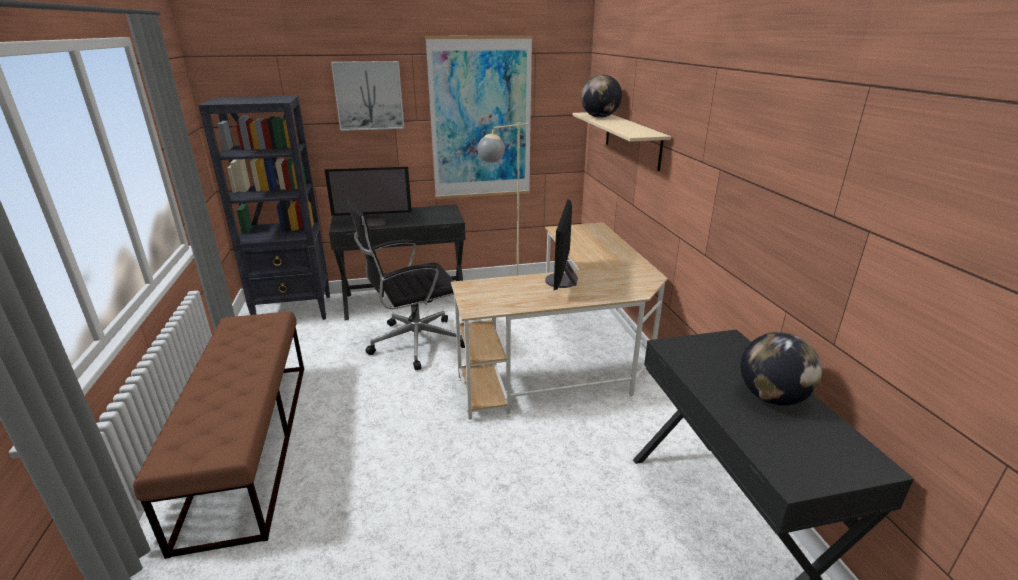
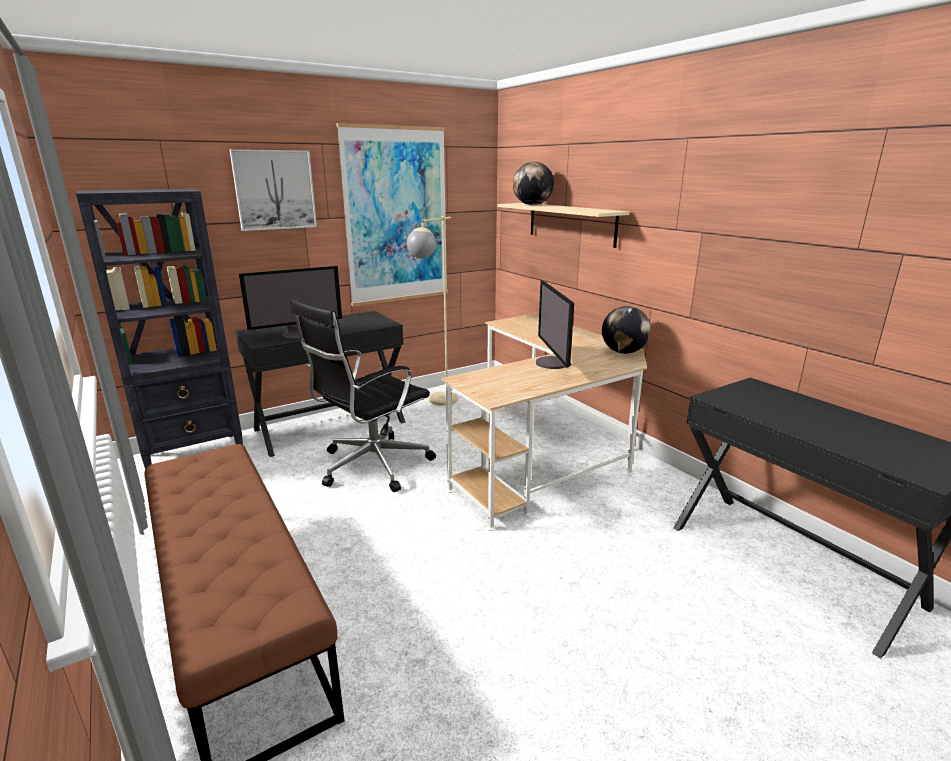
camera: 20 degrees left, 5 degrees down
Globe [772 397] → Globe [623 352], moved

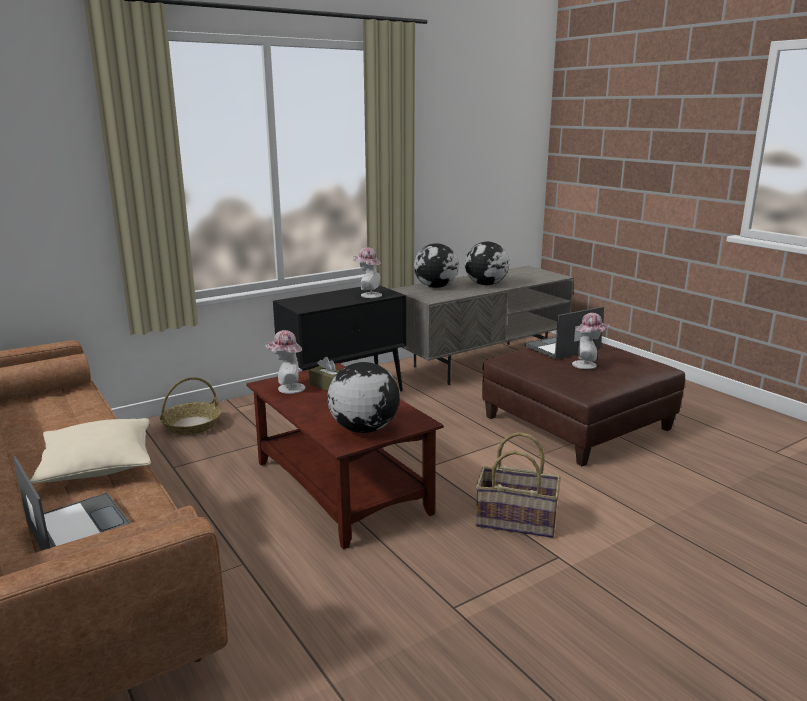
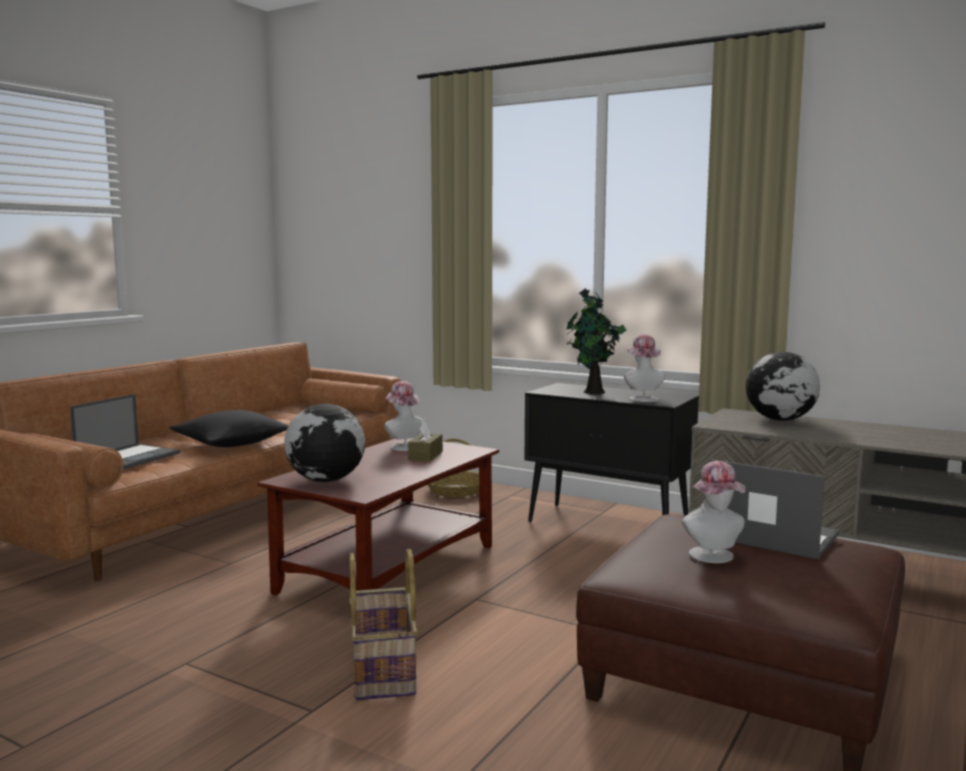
camera: 65 degrees right, 10 degrees down
BeigePillow [97 465] → BlackPillow [231 443]
- → PottedPlant [593 392]
Globe [486 285] → -

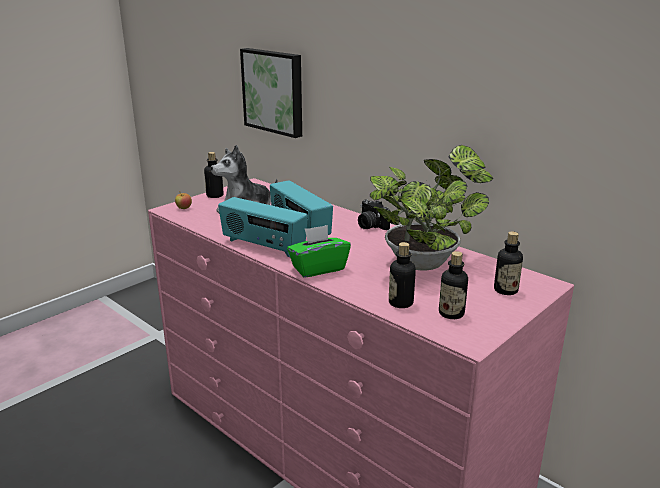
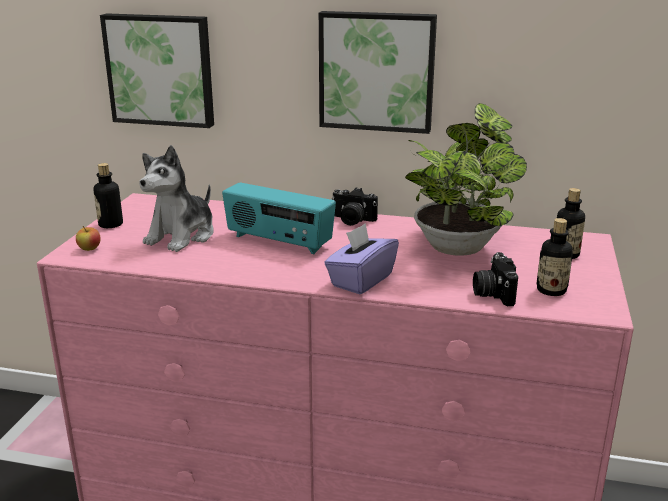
camera: 30 degrees left, 0 degrees up
- → Picture [377 71]
GreenTissueBox [318 268] → PurpleTissueBox [361 280]
Bottle [400 303] → PhotoCamera [492 293]
Radio [263 246] → -

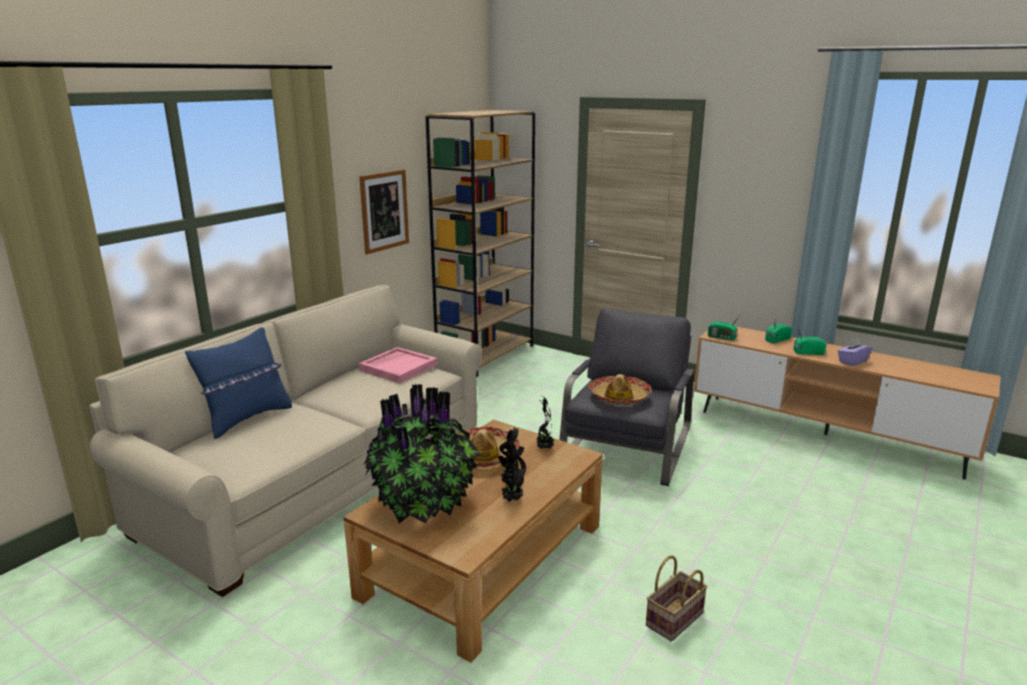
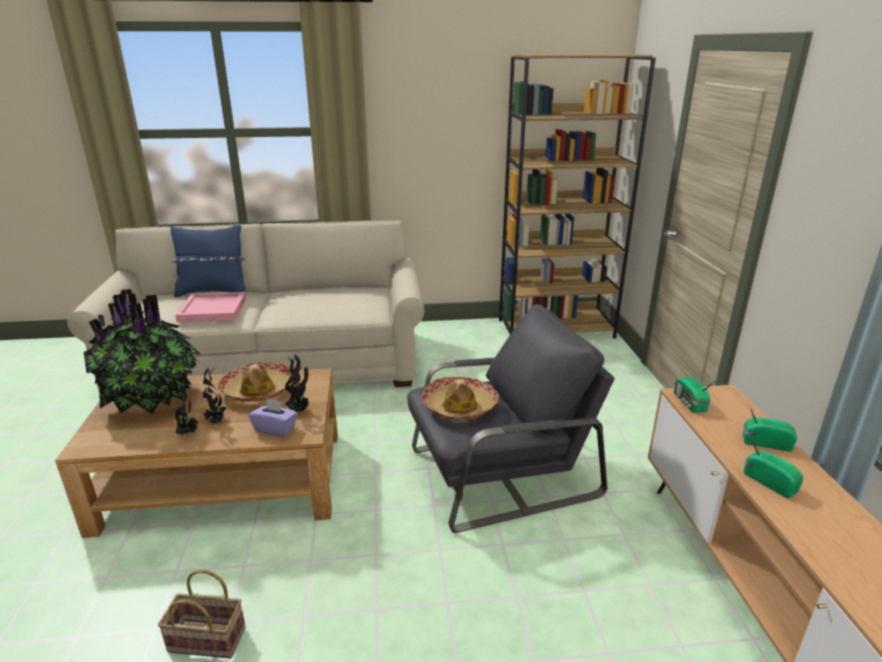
camera: 50 degrees right, 5 degrees up
PinkTray [398 367] → PinkTray [213 309], moved
PurpleTissueBox [852 361] → PurpleTissueBox [275 429], moved
Picture [384 211] → -

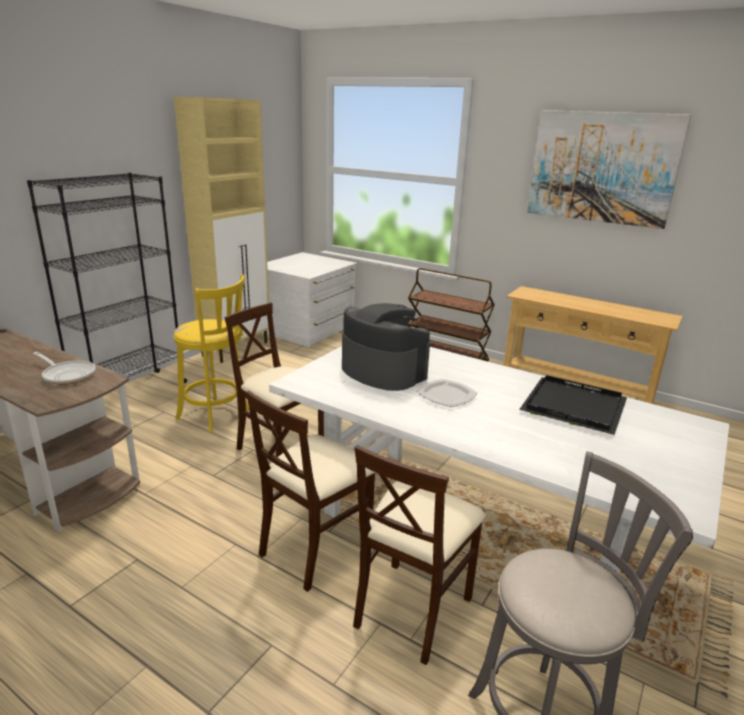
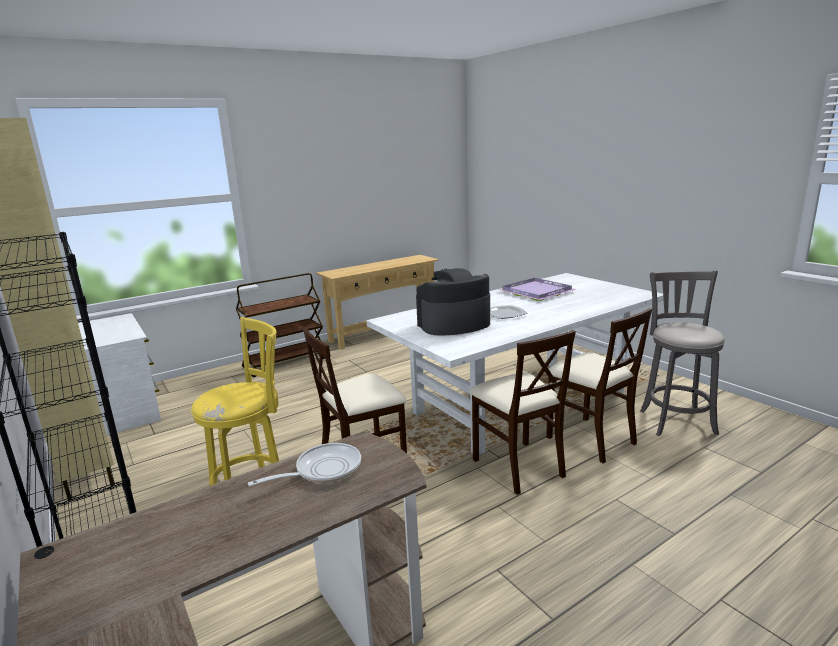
camera: 65 degrees left, 5 degrees down
BlackTray [575 406] → PurpleTray [536 291]
Picture [602 168] → -

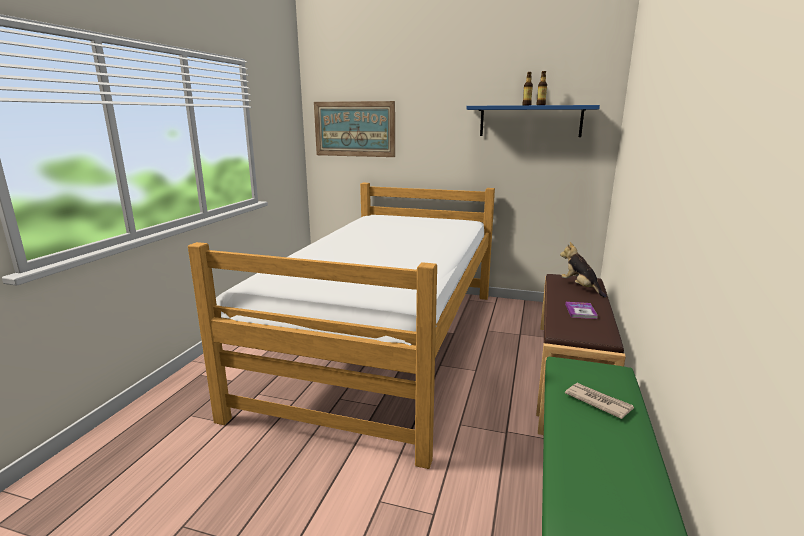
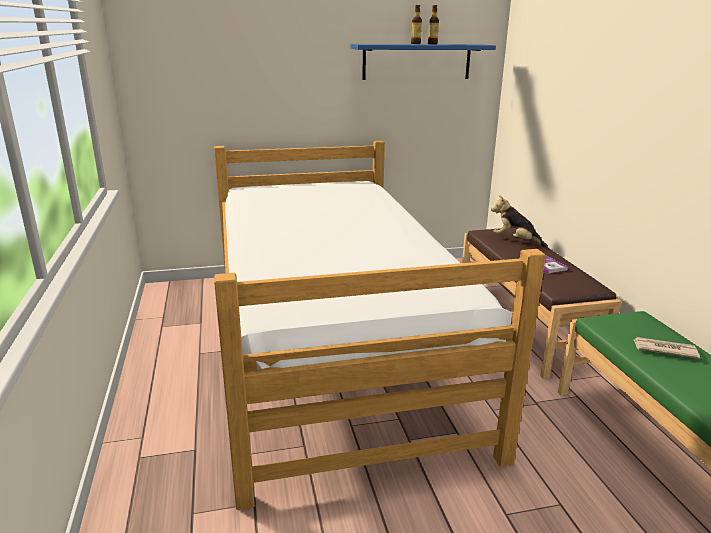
camera: 30 degrees left, 5 degrees up
Picture [354 129] → -

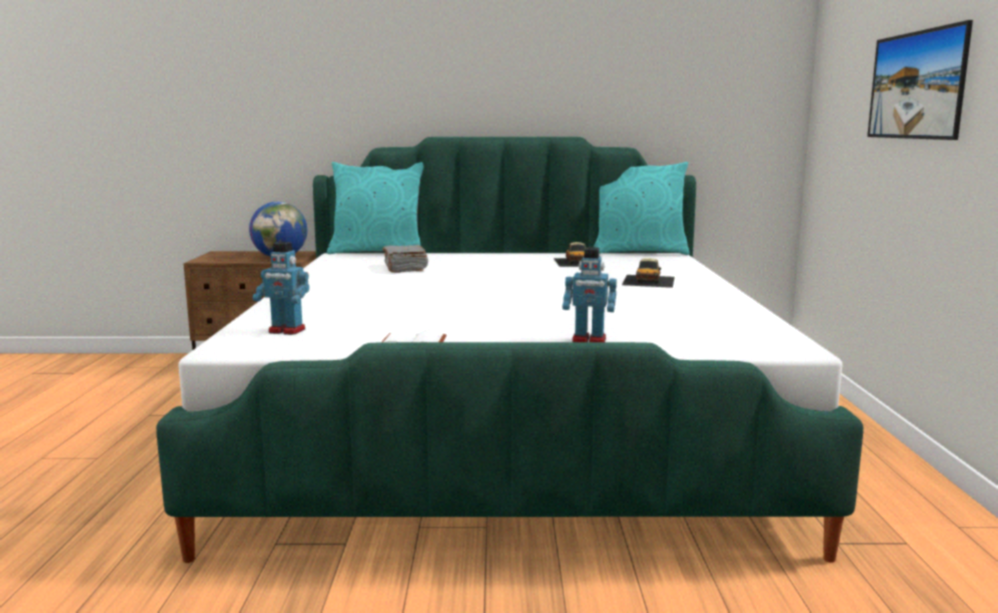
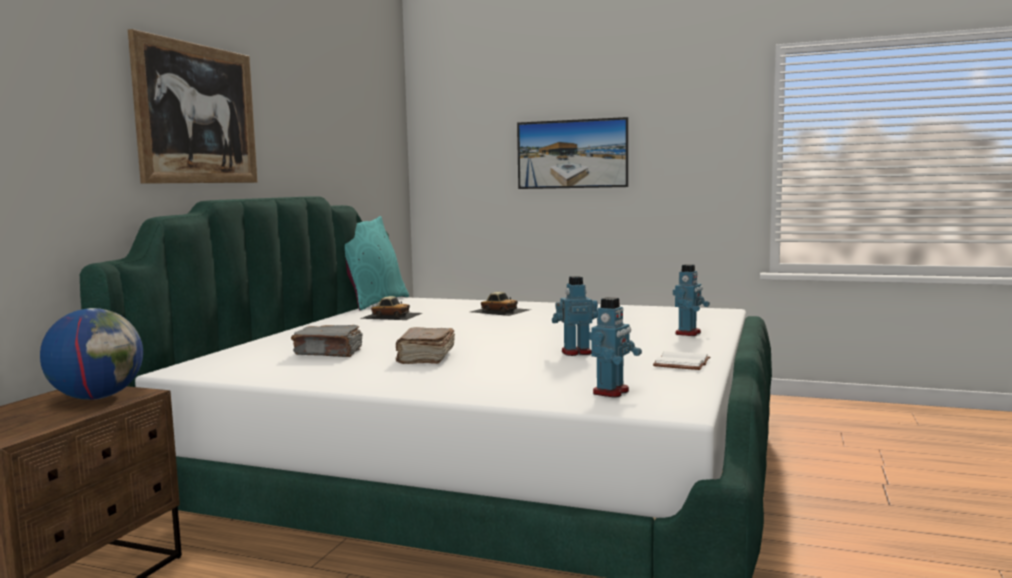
camera: 70 degrees left, 5 degrees down
- → Picture [197 114]
- → BrownBook [425 357]
- → ToyRobot [576 352]
TurquoisePillow [377 252] → -

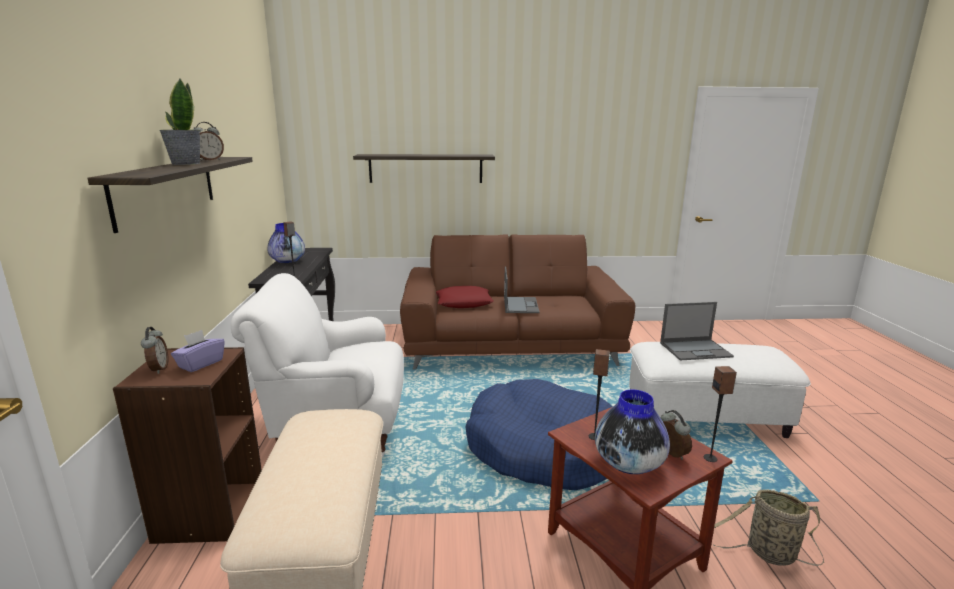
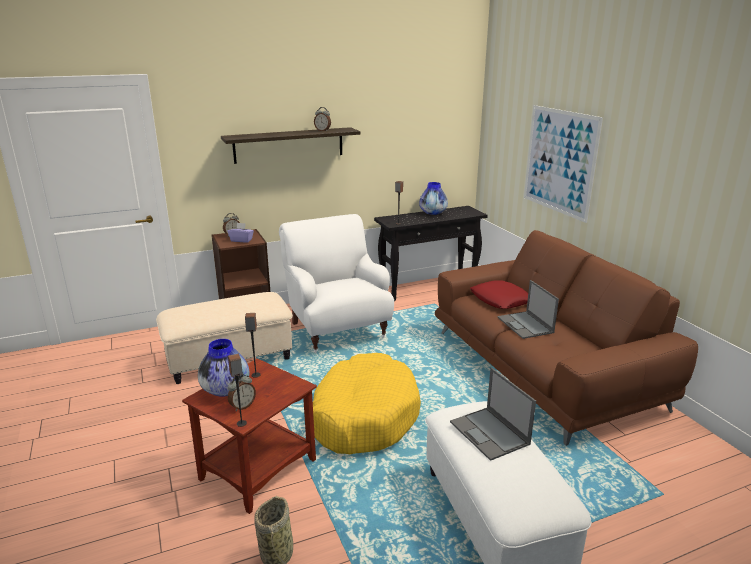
camera: 70 degrees right, 5 degrees up
BlueDogBed [541 449] → YellowDogBed [363 416]
Laptop [520 305] → Laptop [525 325], 90 degrees clockwise
Shelf [425 168] → Picture [559 161]
PottedPlant [185 163] → -

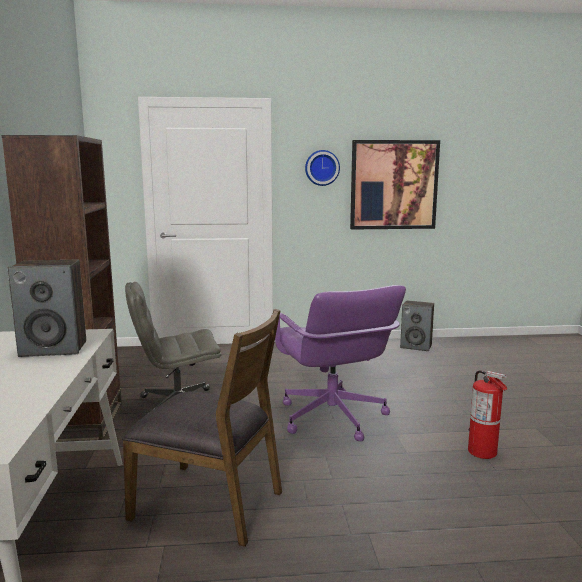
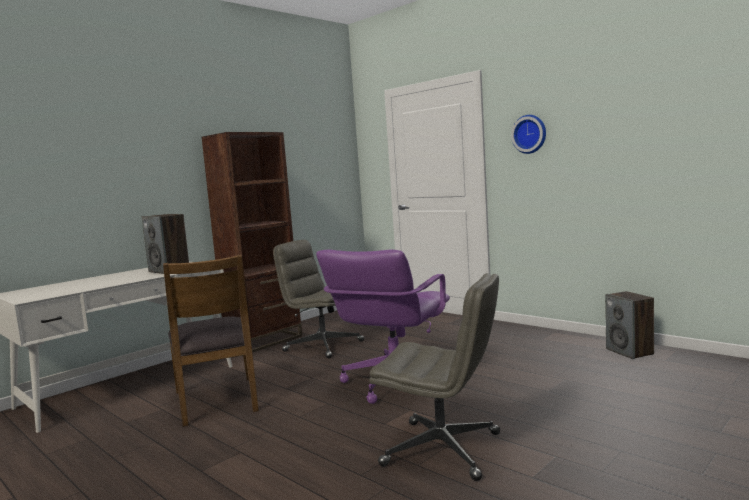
camera: 50 degrees right, 5 degrees down
FireExtinguisher [482 452] → GreyOfficeChair [443 449]
Picture [394 185] → -

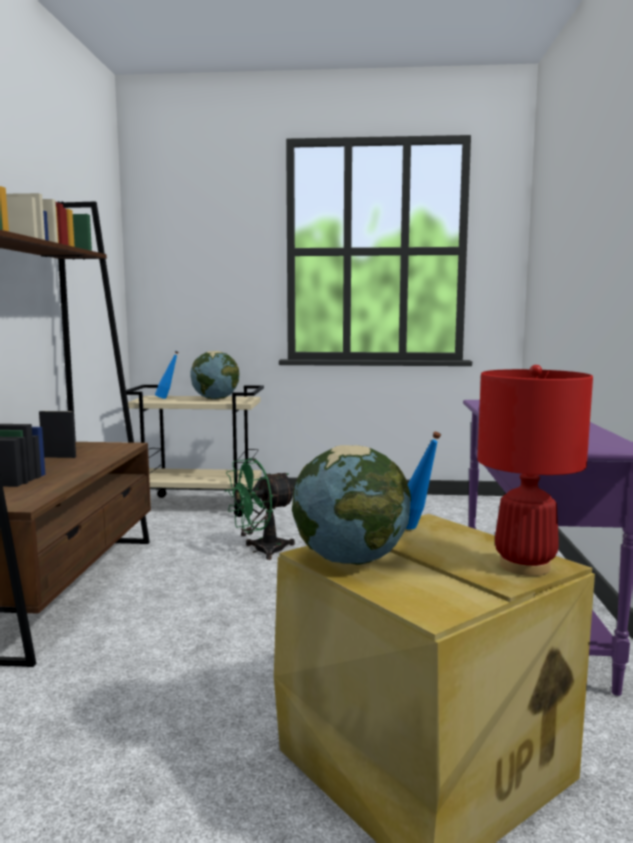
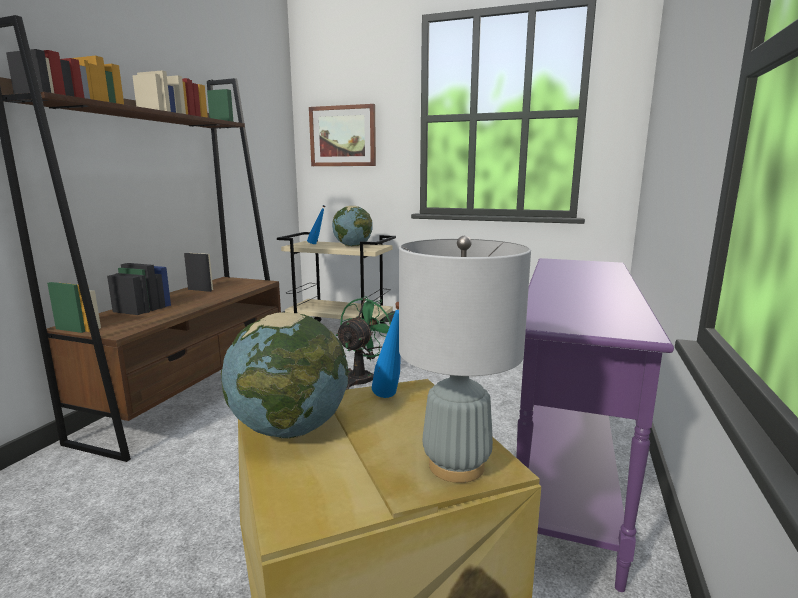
camera: 15 degrees right, 5 degrees up
- → Picture [343 136]
GreenFan [261 551] → GreenFan [363 377], 135 degrees clockwise
RedTableLamp [524 566] → GreyTableLamp [456 466]

